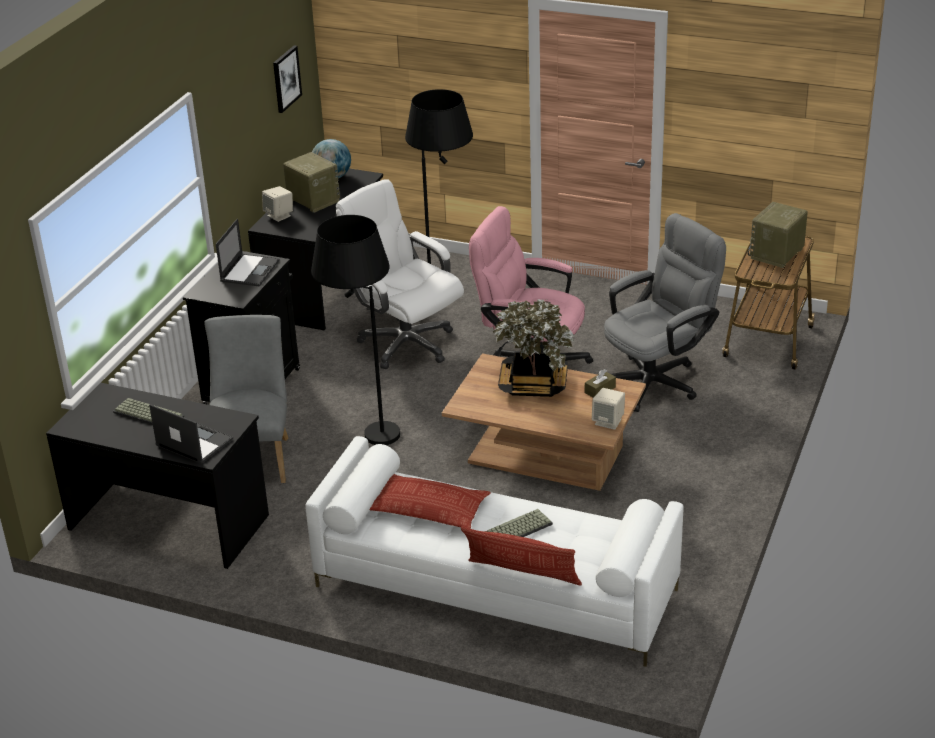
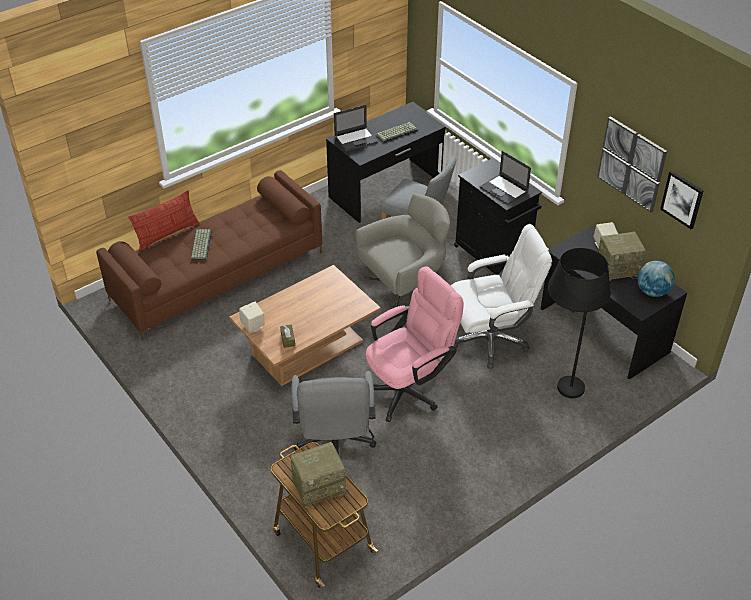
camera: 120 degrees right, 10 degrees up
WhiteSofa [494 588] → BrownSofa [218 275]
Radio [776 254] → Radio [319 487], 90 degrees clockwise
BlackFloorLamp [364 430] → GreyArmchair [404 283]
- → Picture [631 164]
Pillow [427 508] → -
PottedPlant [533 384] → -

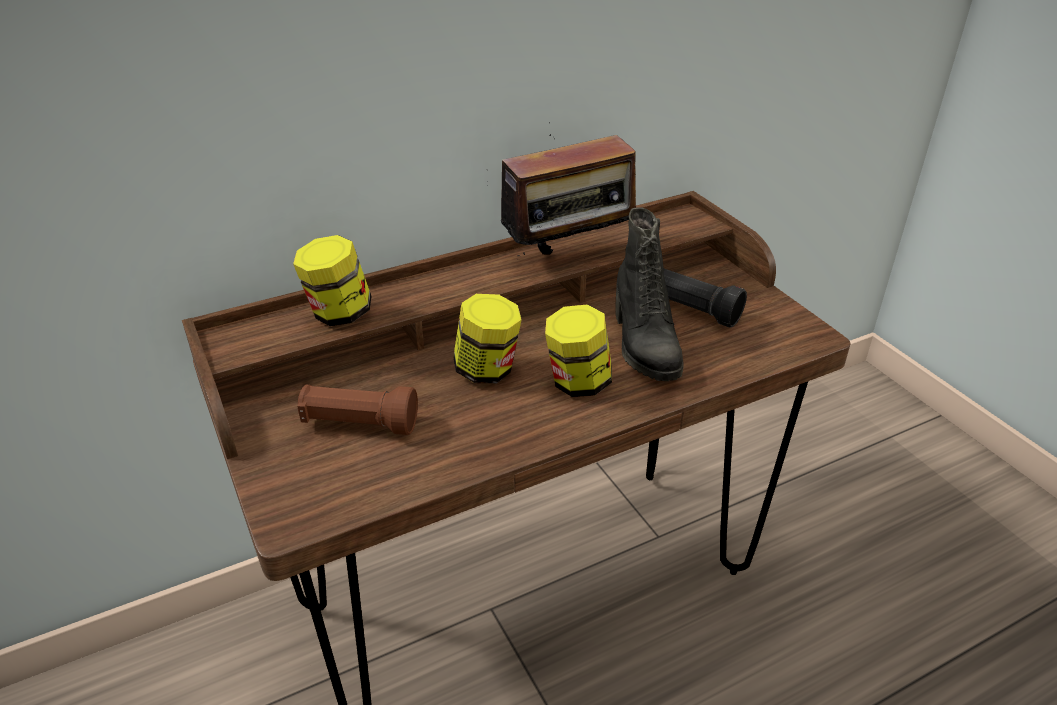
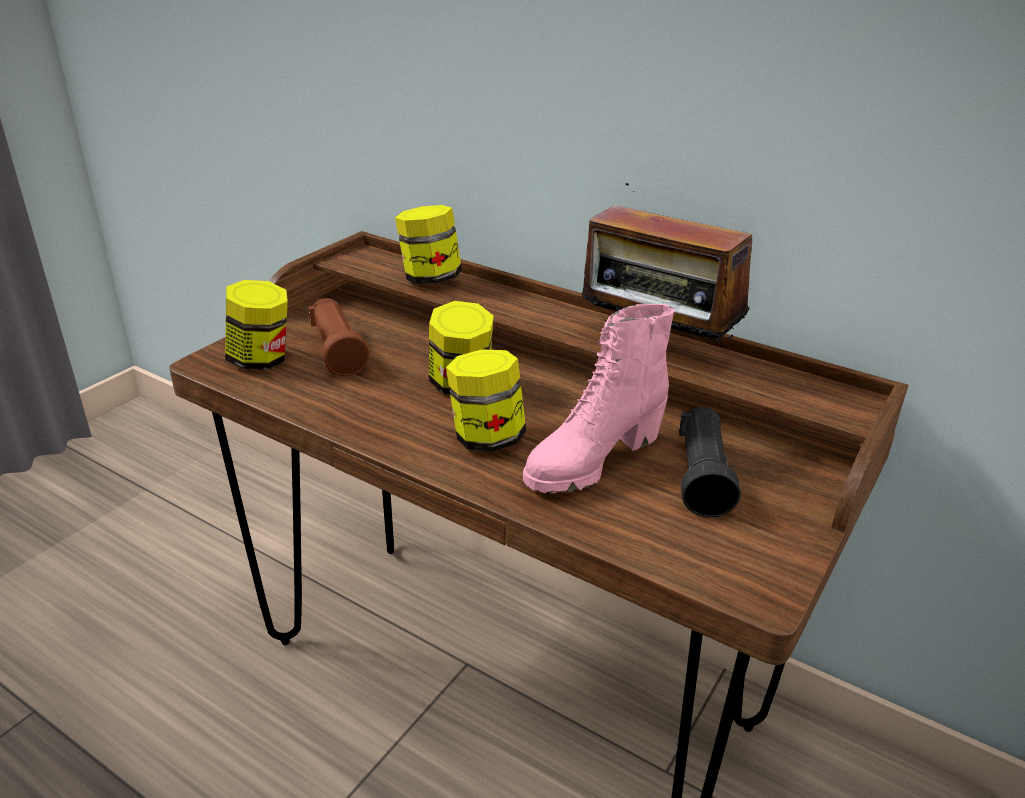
camera: 60 degrees right, 5 degrees down
- → Jar [261 360]
BlackBoot [643 345] → PinkBoot [592 461]

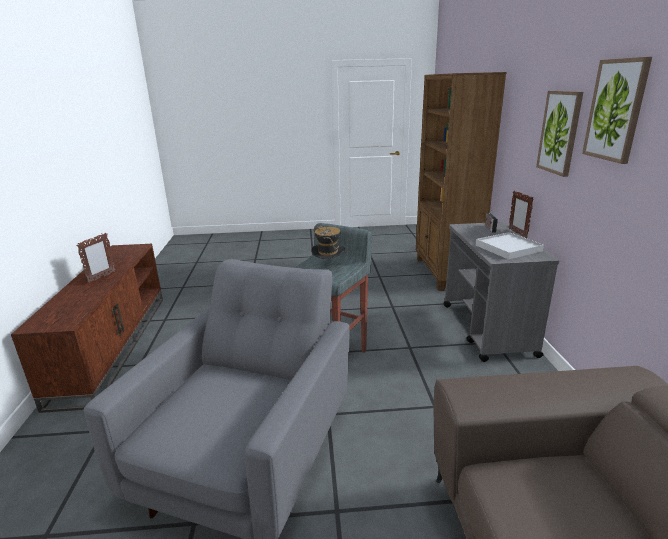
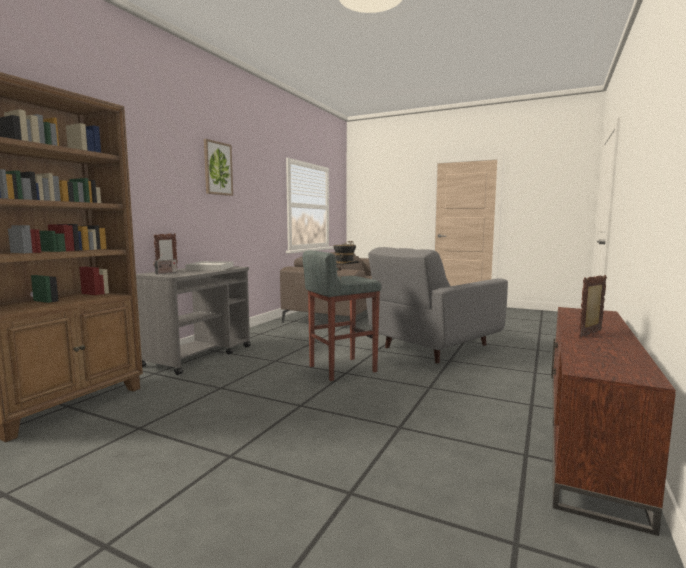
camera: 150 degrees left, 15 degrees down
Picture [560 132] → -

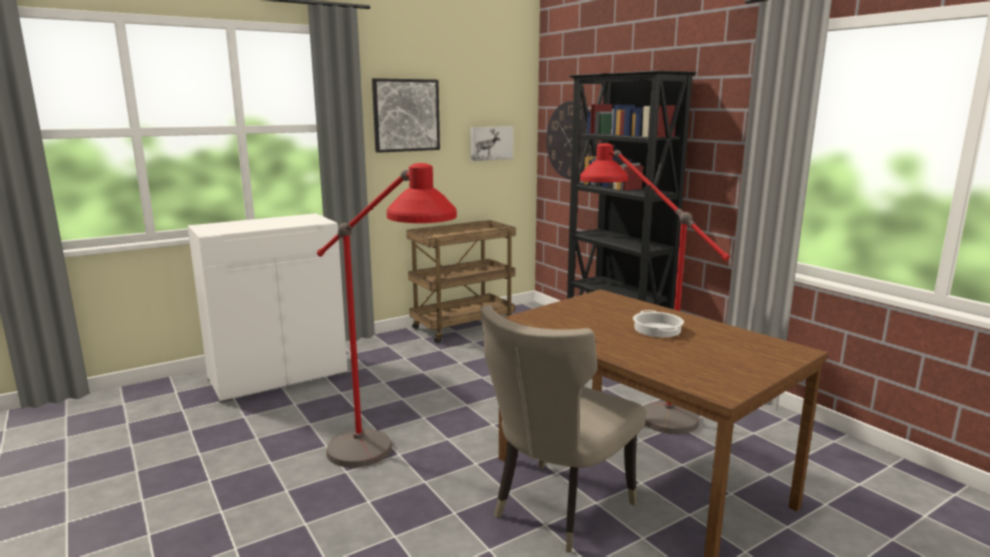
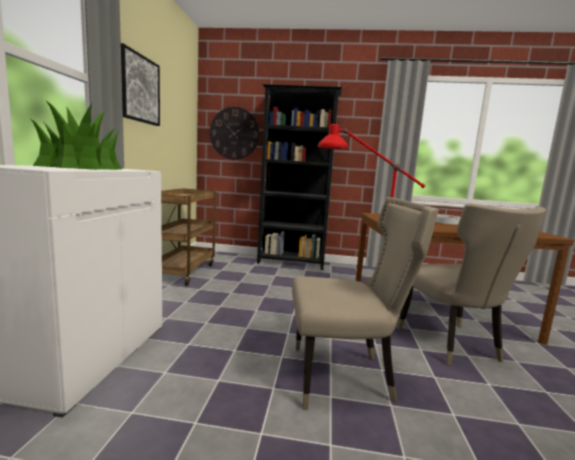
camera: 50 degrees left, 5 degrees down
- → PottedPlant [81 167]
RedFloorLamp [385 468] → BeigeChair [345 376]
Picture [491 143] → -

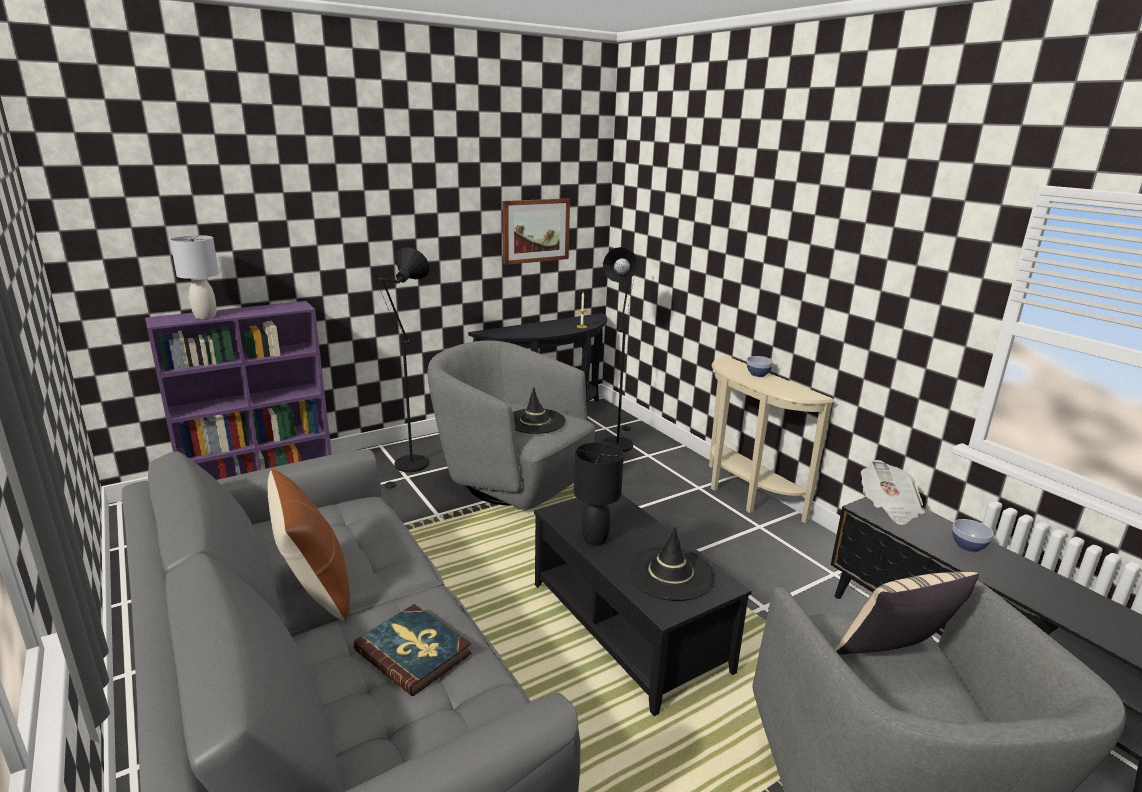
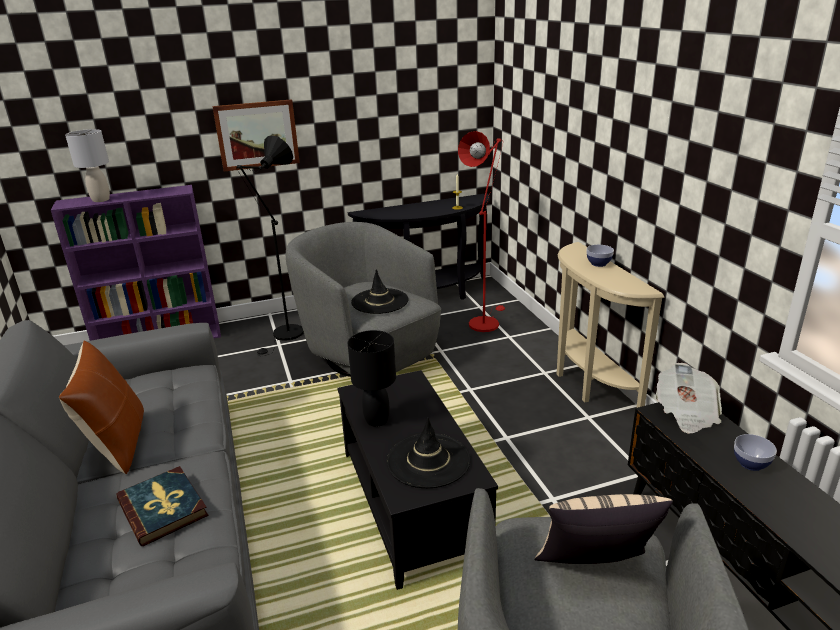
camera: 15 degrees right, 5 degrees up
Picture [535 230] → Picture [257 135], moved
BlackFloorLamp [617 442] → RedFloorLamp [485 322]

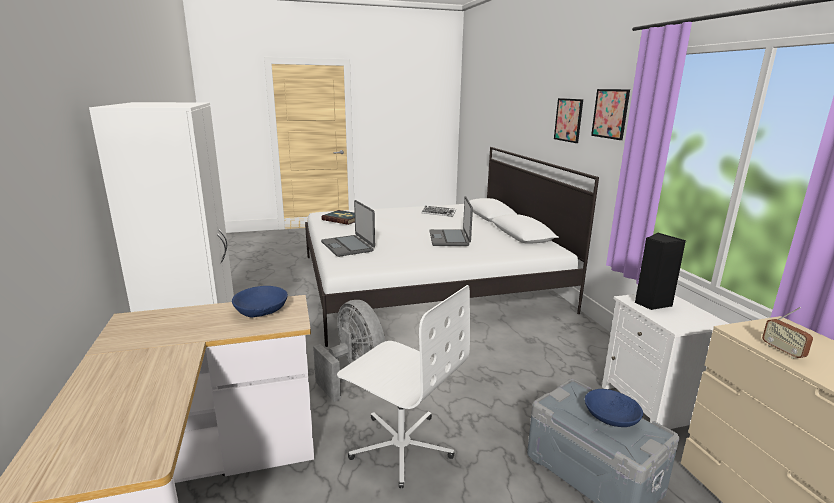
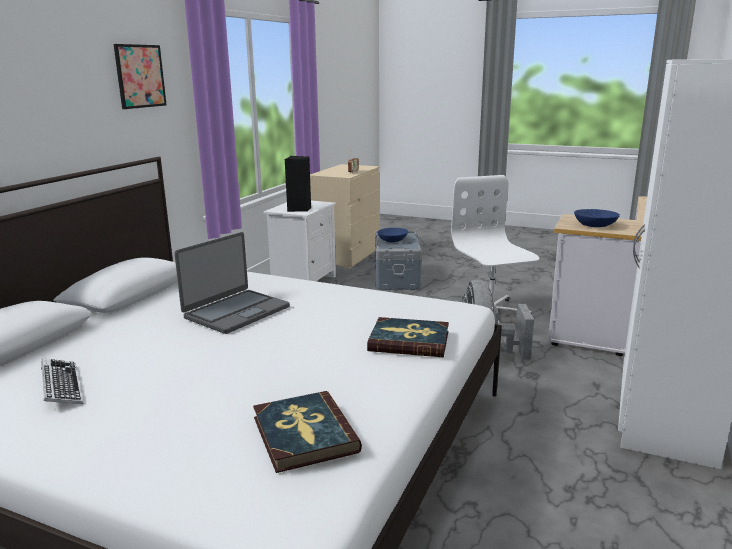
camera: 140 degrees left, 0 degrees up
Laptop [348 246] → Book [409 341]
Picture [568 120] → -

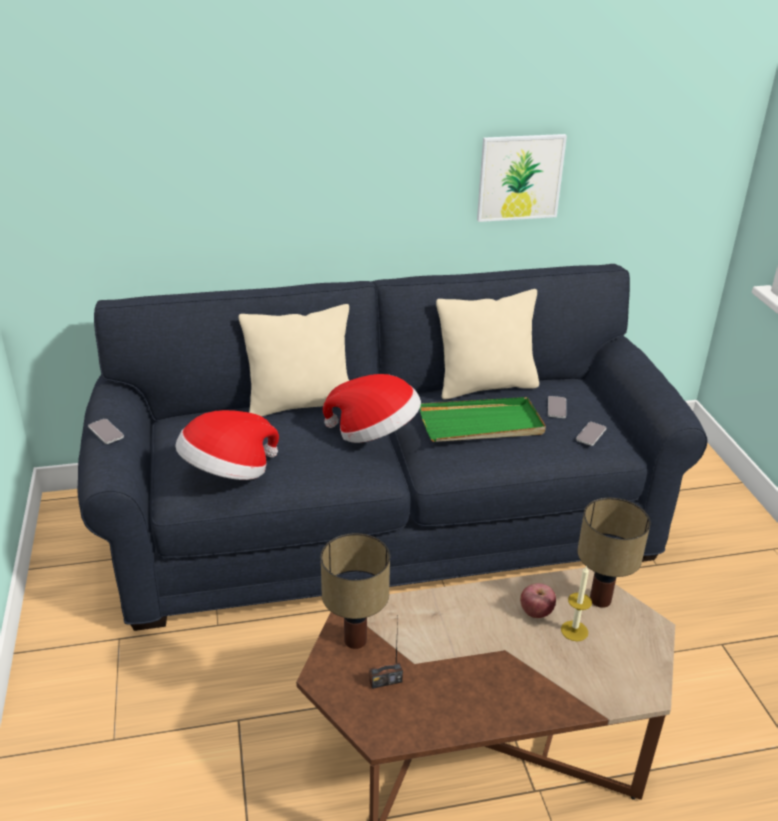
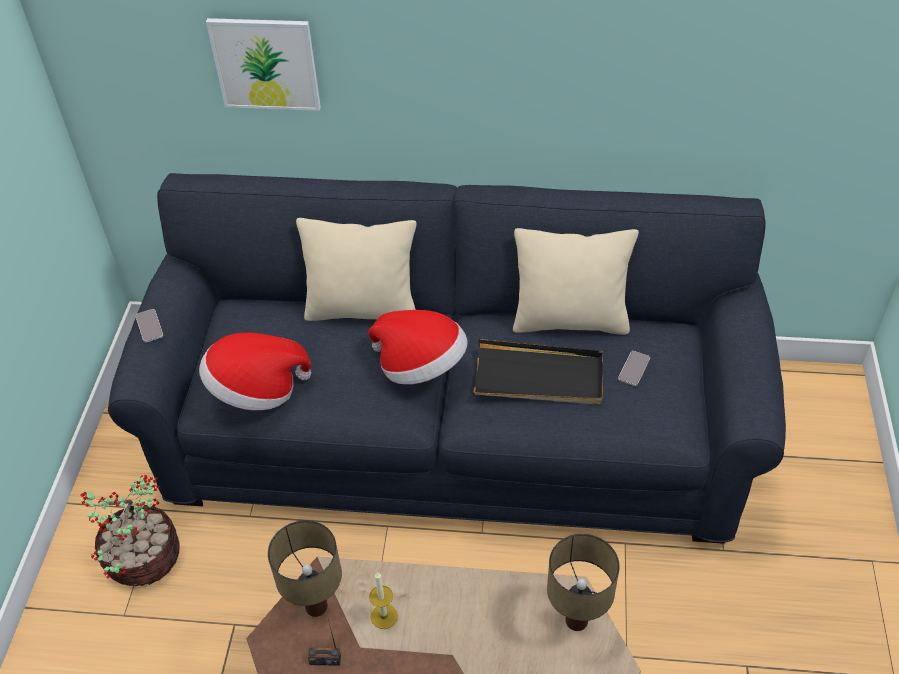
camera: 20 degrees right, 15 degrees up
- → PottedPlant [142 560]
Picture [520 177] → Picture [265 64], moved
Candle [574 631] → Candle [384 616], moved
GreenTray [481 424] → BlackTray [538 377]
Apple [536 612] → -
Phone [591 434] → -

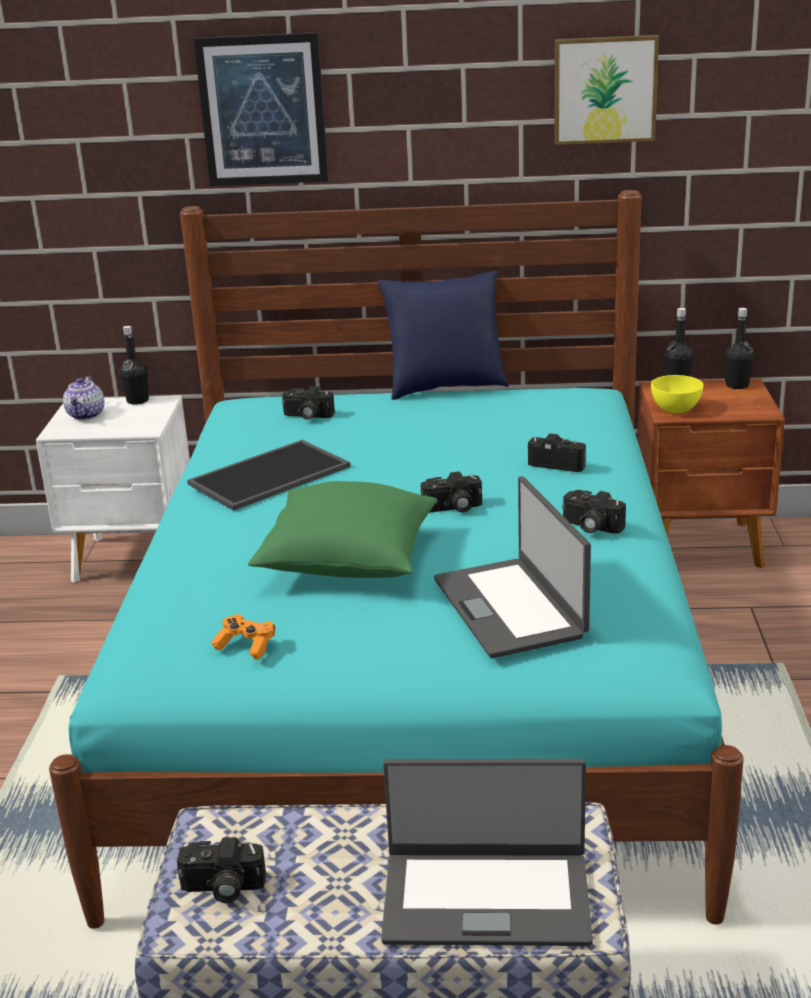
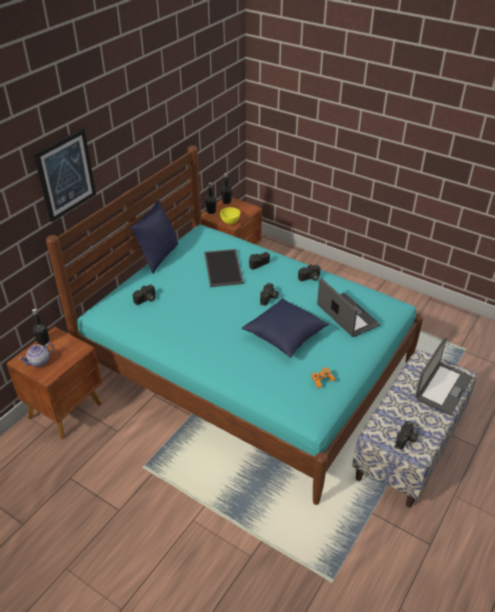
camera: 60 degrees left, 15 degrees up
WhiteNightstand [136 559] → BrownNightstand [67 410]
Teapot [87 415] → Teapot [39 362], 105 degrees clockwise
Tray [269 476] → Tray [224 268], moved
GreenPillow [348 561] → BluePillow [285 336]
Laptop [511 607] → Laptop [346 315], 135 degrees counterclockwise
Picture [604 89] → -

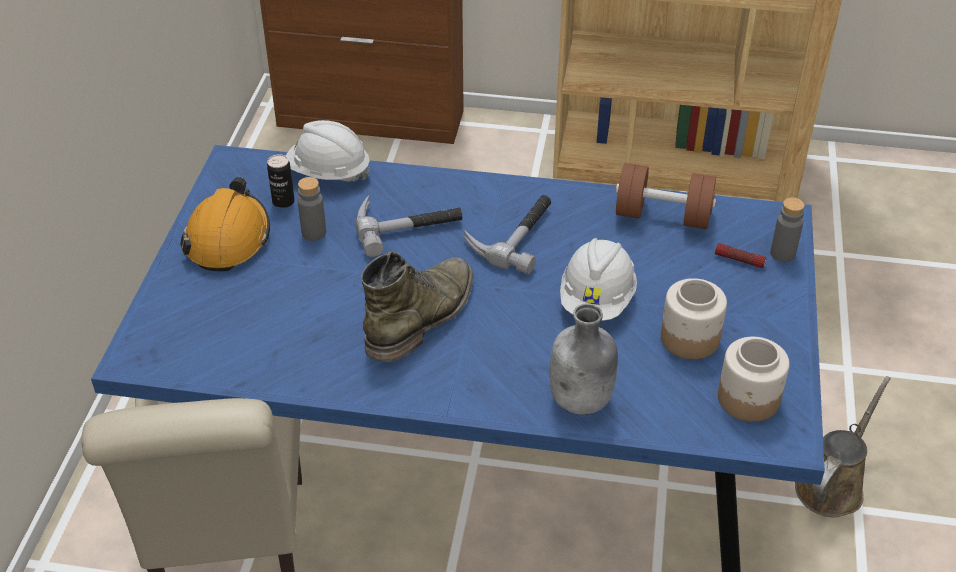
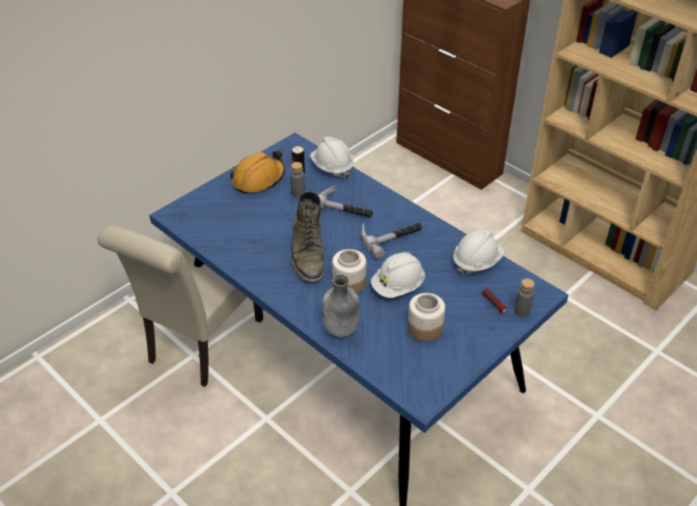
camera: 35 degrees right, 0 degrees up
GreenBoot [422 316] → GreenBoot [308 254], 105 degrees clockwise
Jar [749 399] → Jar [349 283], moved
BrownDumbbell [663 216] → WhiteHardHat [477 262]
BrownWateringCan [832 485] → -

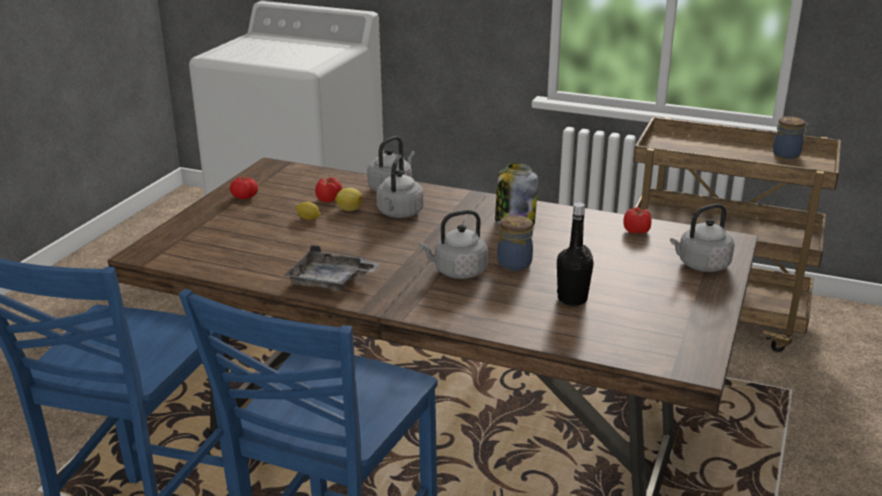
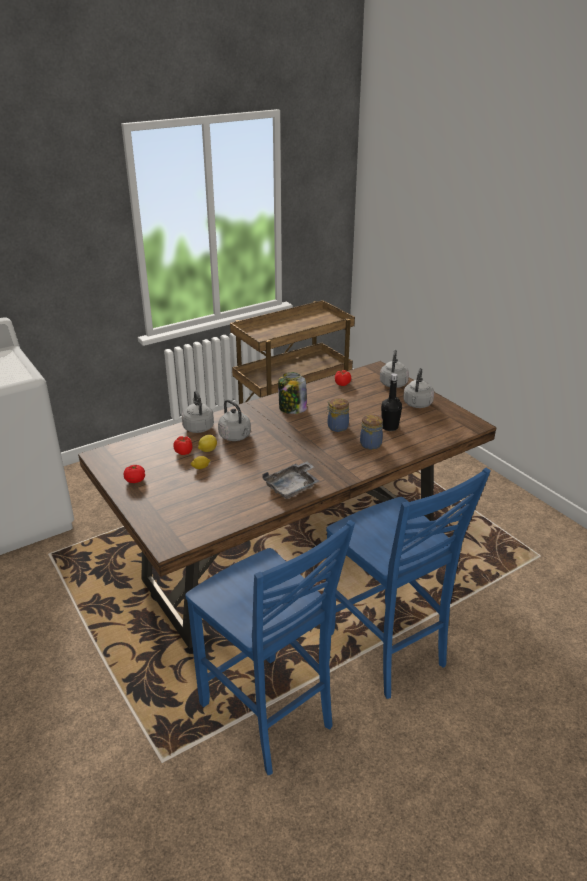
camera: 55 degrees left, 5 degrees up
Jar [787 155] → Jar [371 444], moved
GreyKettle [457 272] → GreyKettle [417 404], moved

